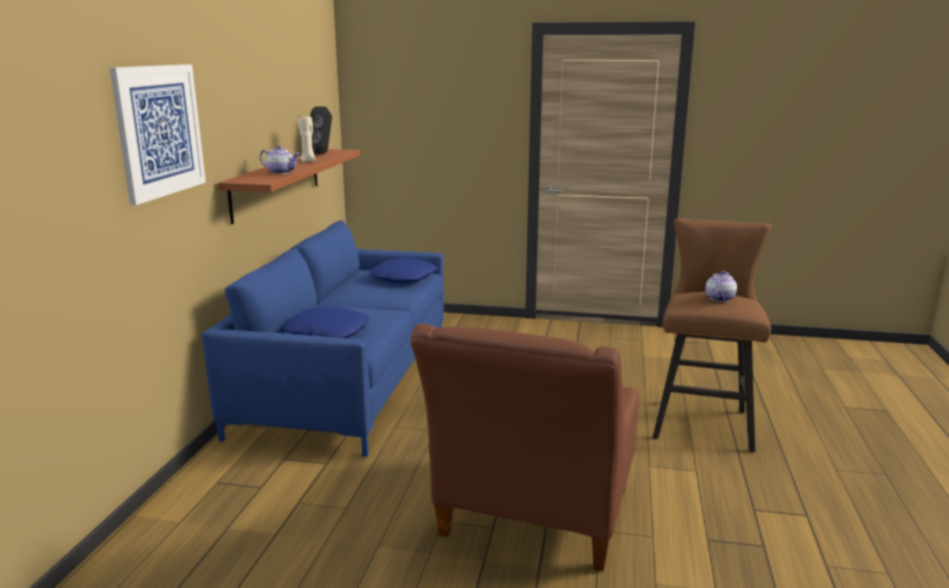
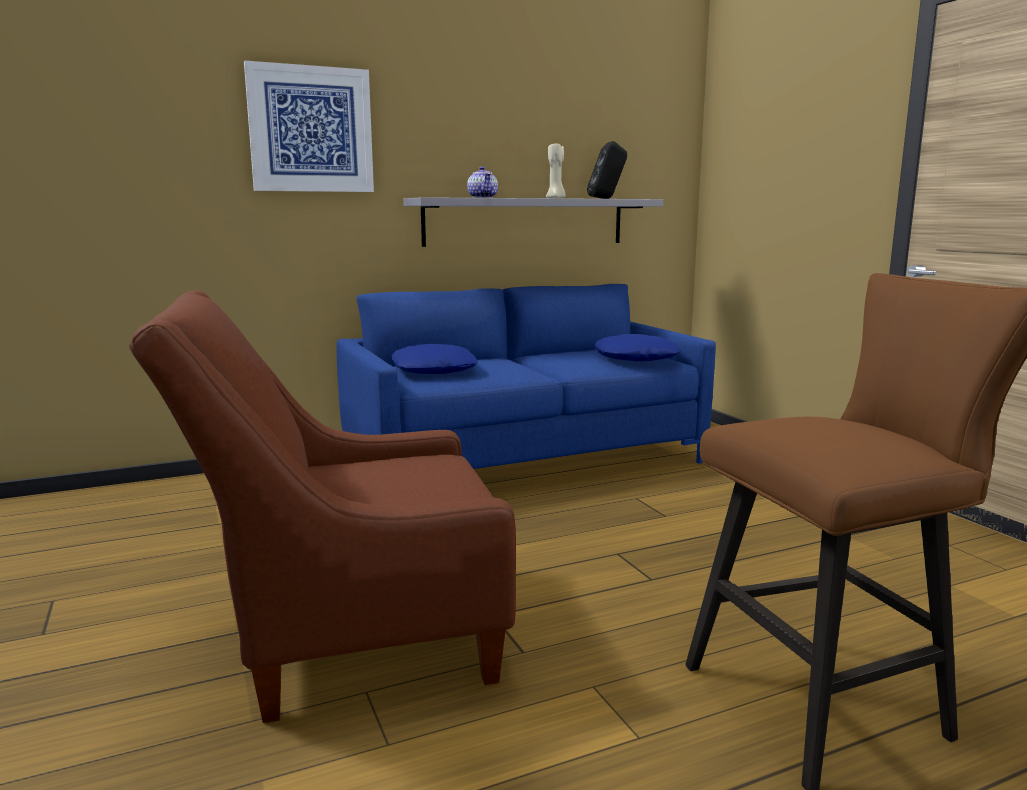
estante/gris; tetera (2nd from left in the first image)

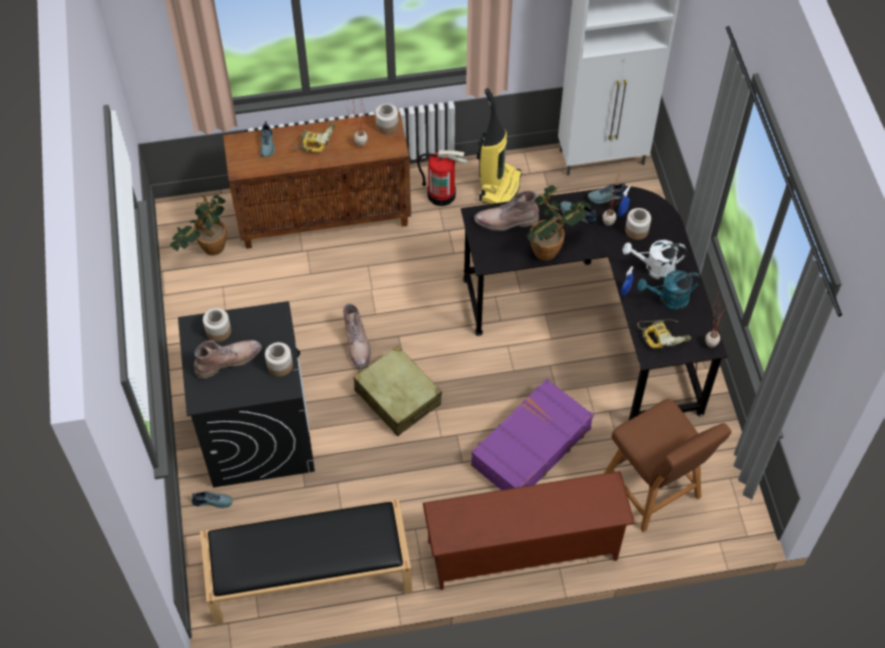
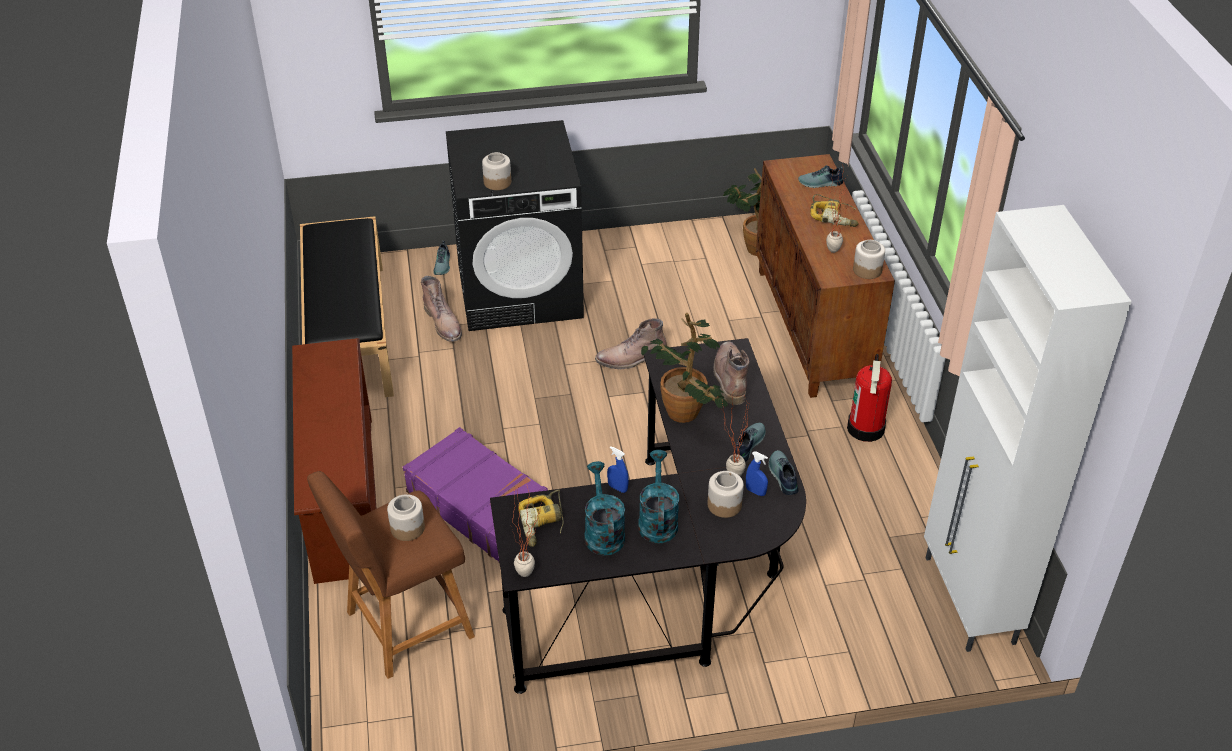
tarro (1st from left); bota/marrón (1st from left); regadera/turquesa (2nd from left); maleta/beis; aspiradora

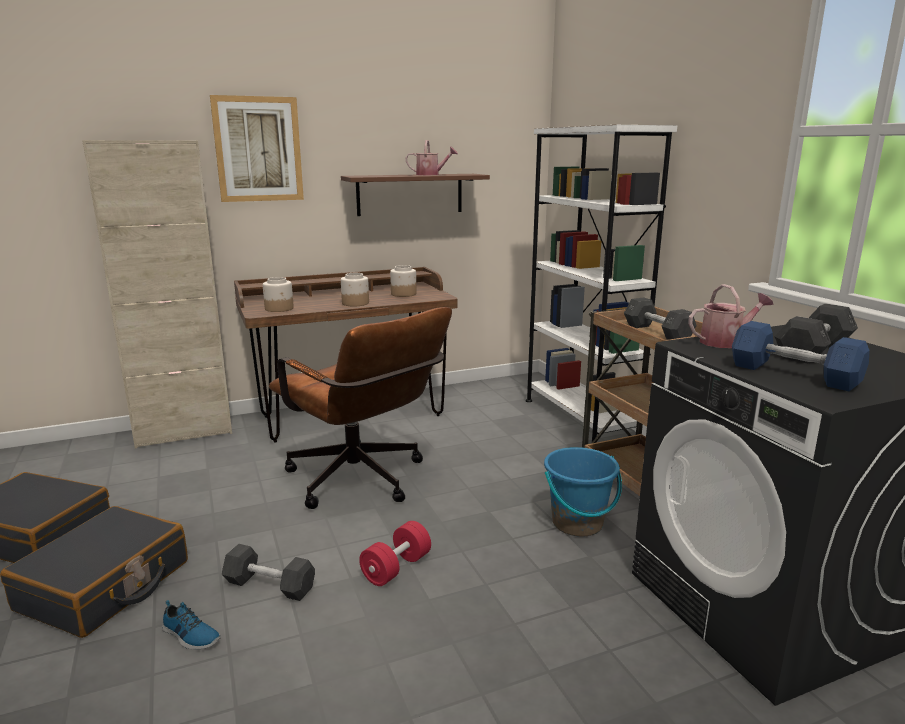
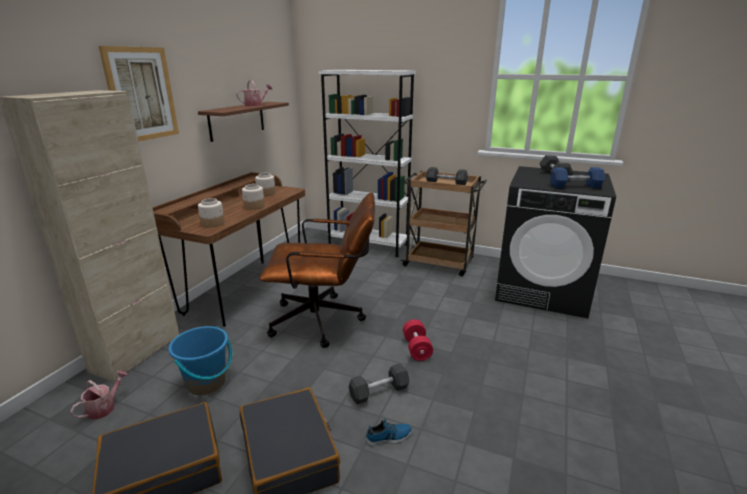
regadera (1st from left); cubo/azul

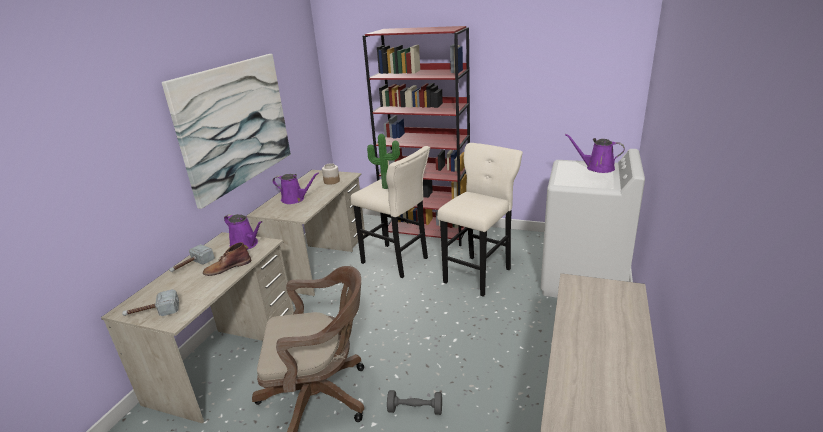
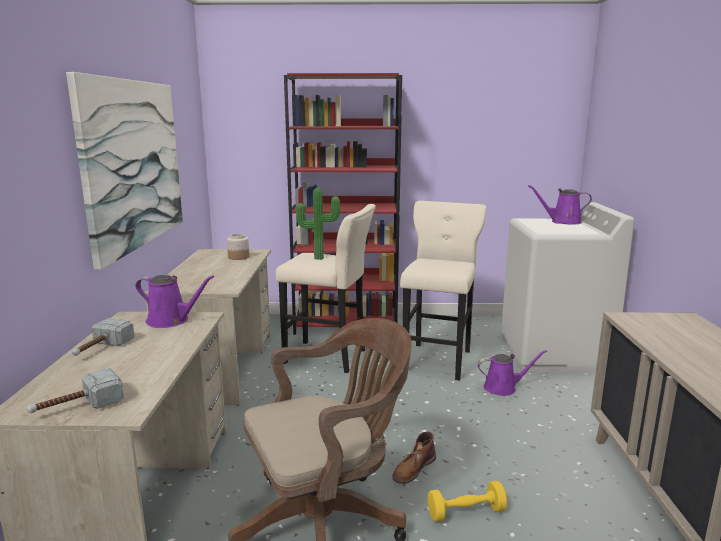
bota/marrón; mancuerna/amarillo; regadera/morado (2nd from left)

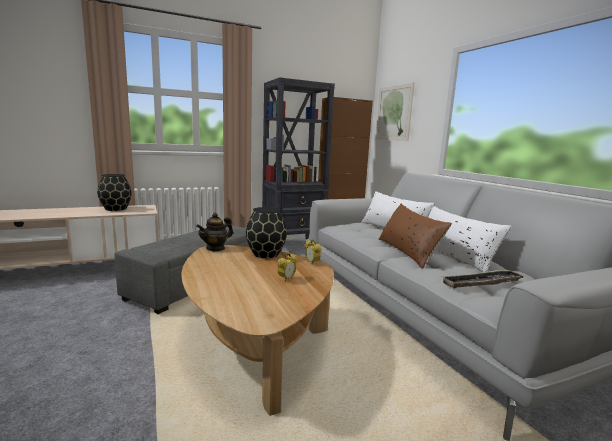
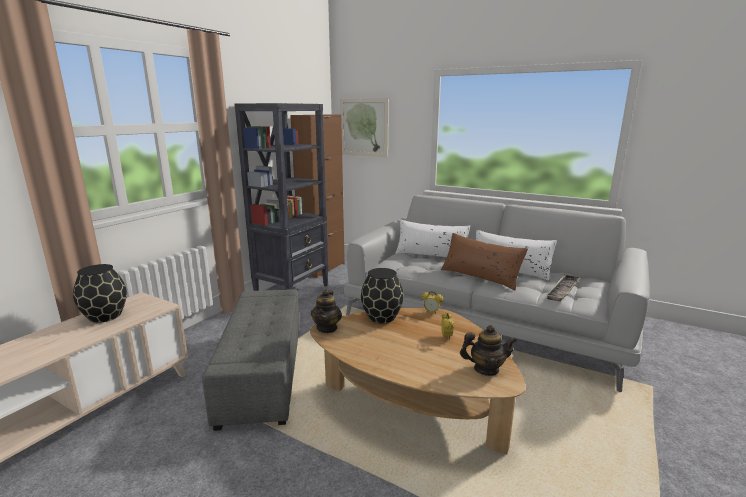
tetera (2nd from left)

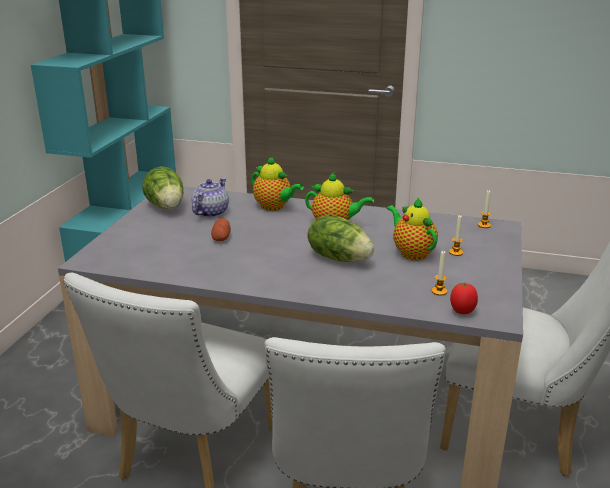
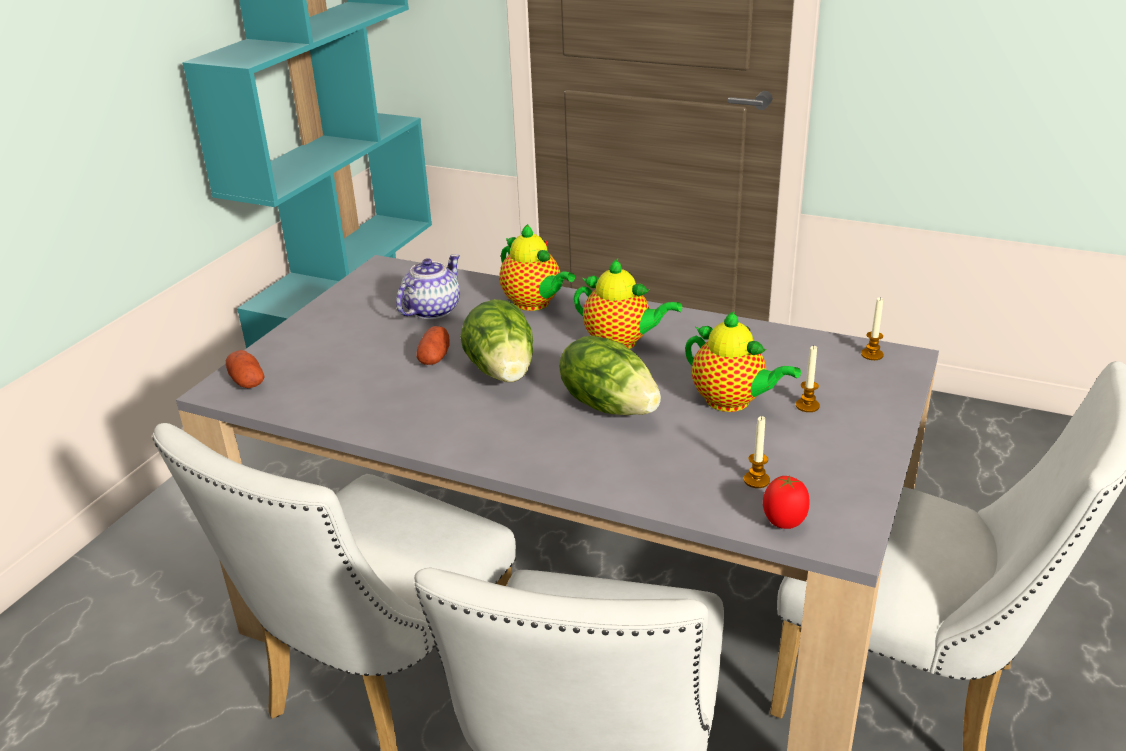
patata (1st from left); lechuga (1st from left); tetera (4th from left)

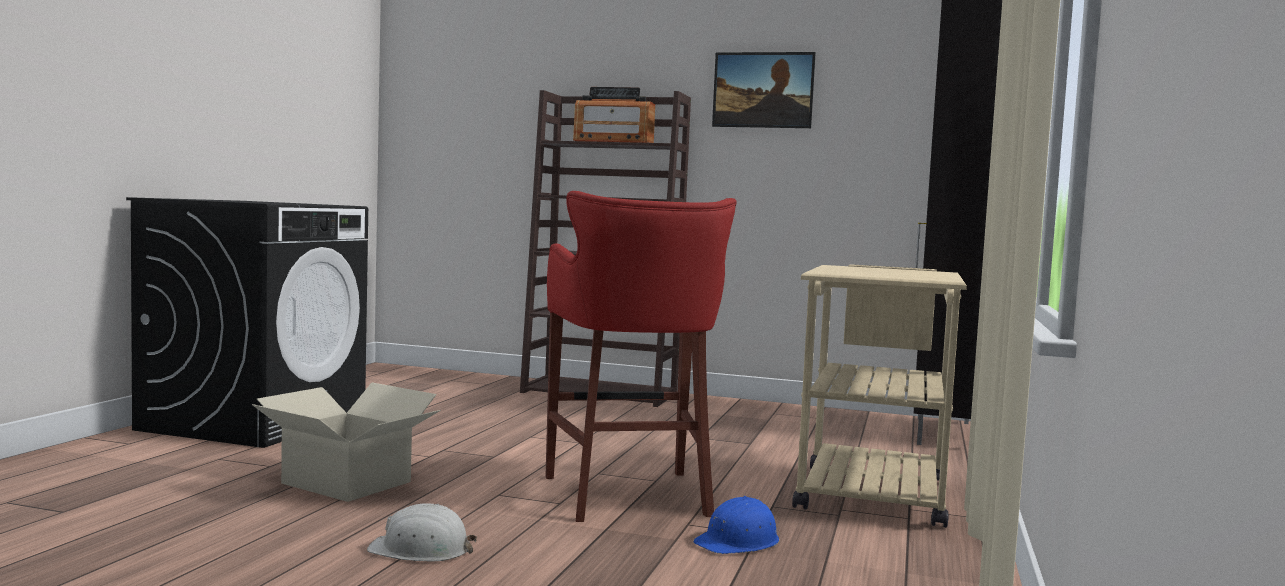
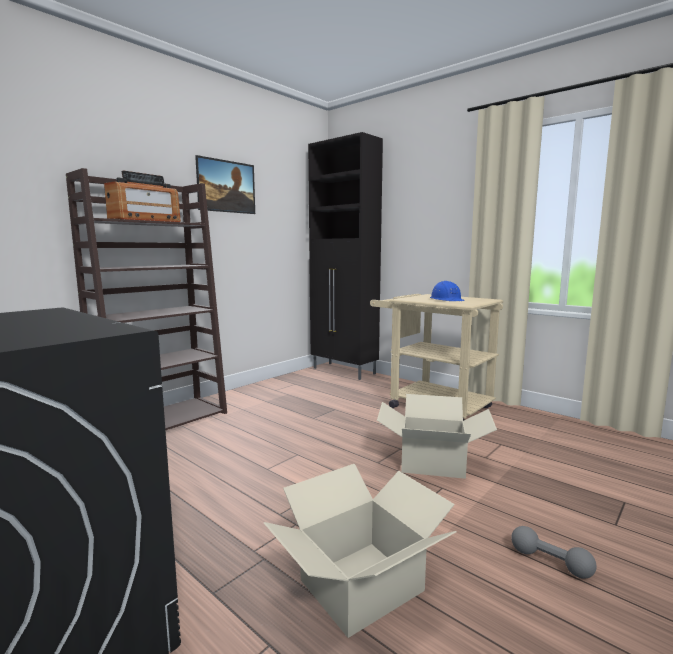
caja de cartón (2nd from left); casco/azul; mancuerna/gris

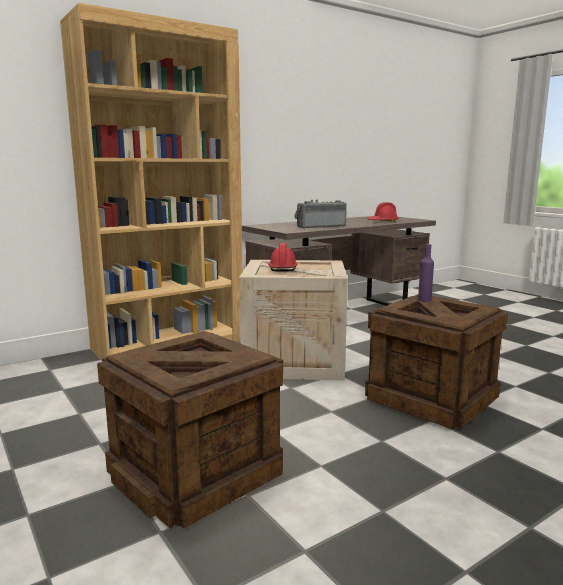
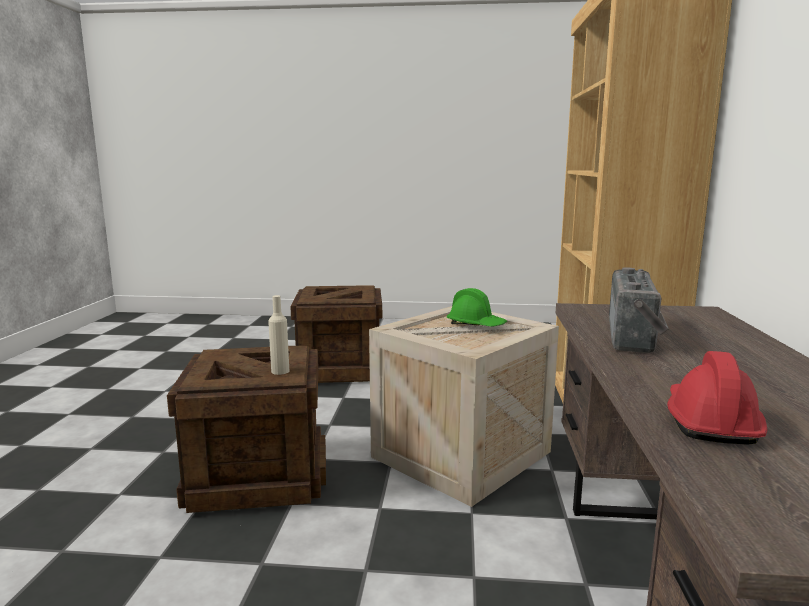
botella/beis; casco/verde

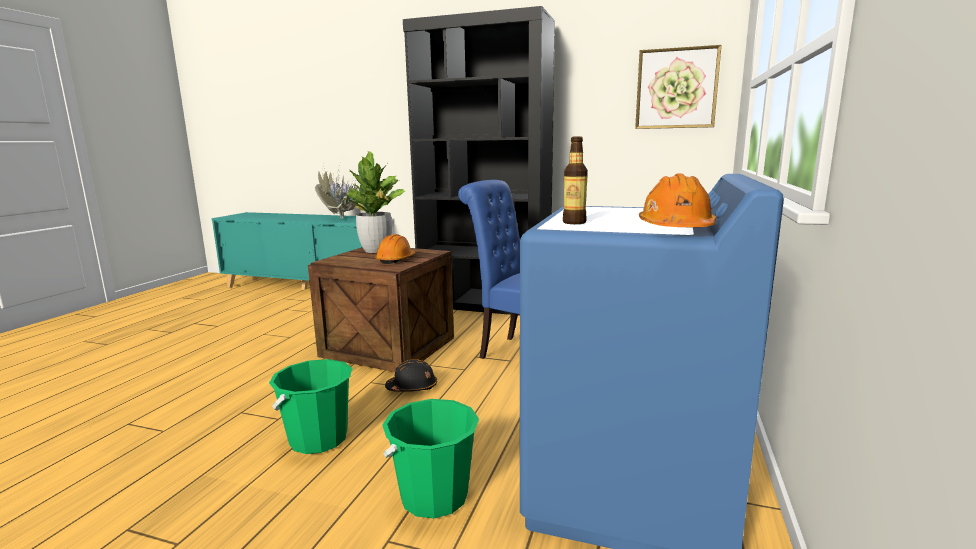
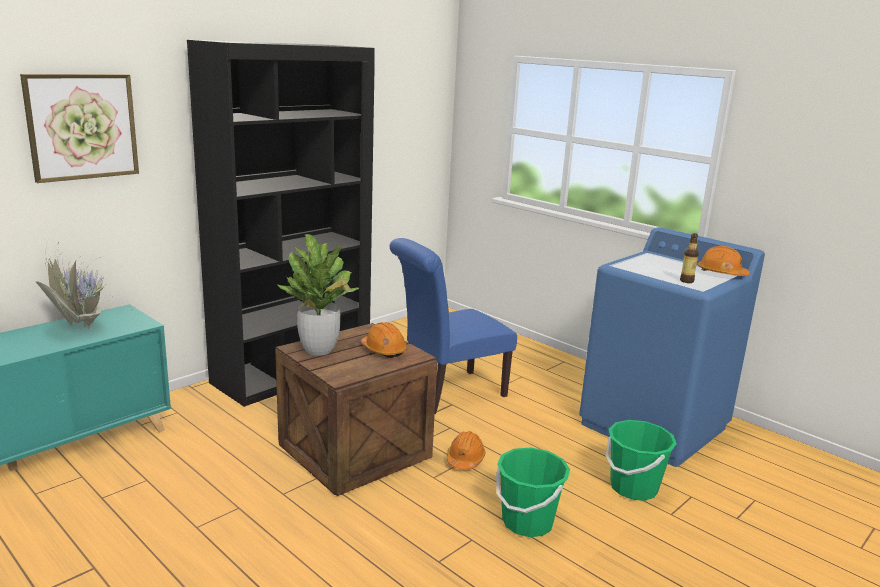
cuadro; casco/naranja (2nd from left)

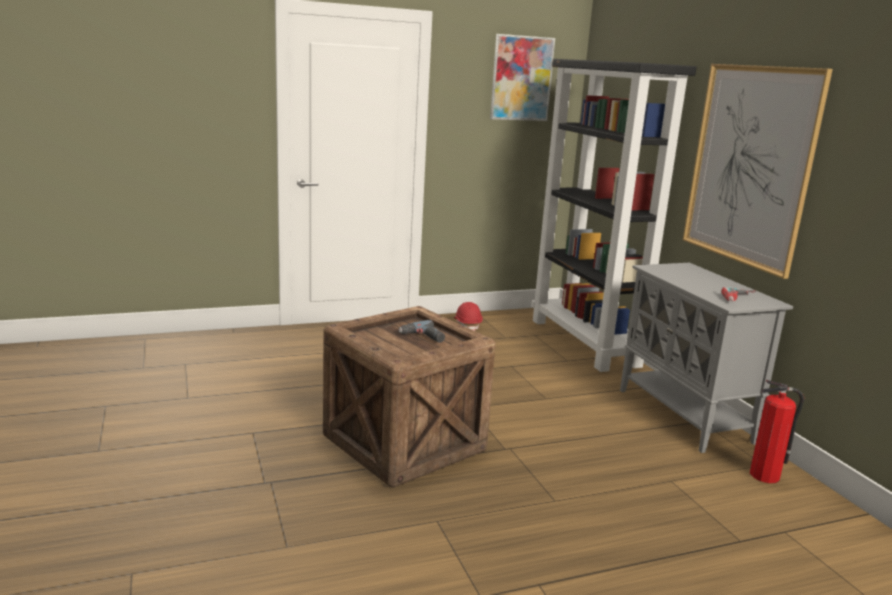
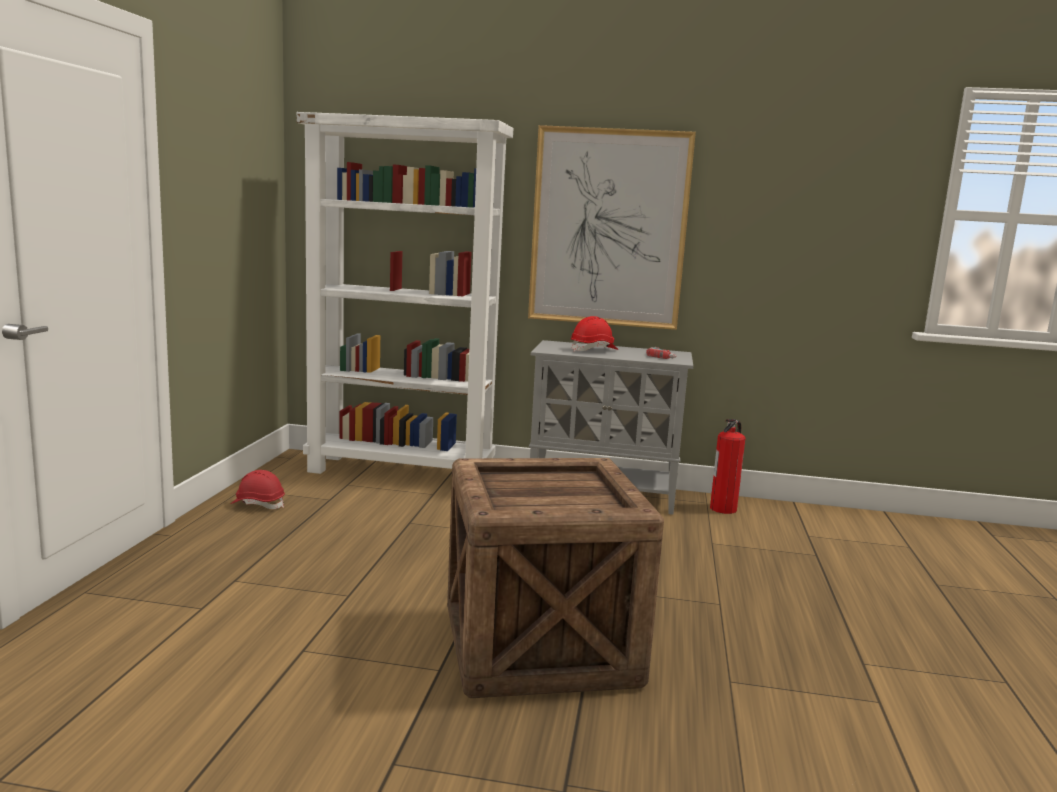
estantería/blanco; casco/rojo (2nd from left); taladro (1st from left in the first image); cuadro (1st from left in the first image)

